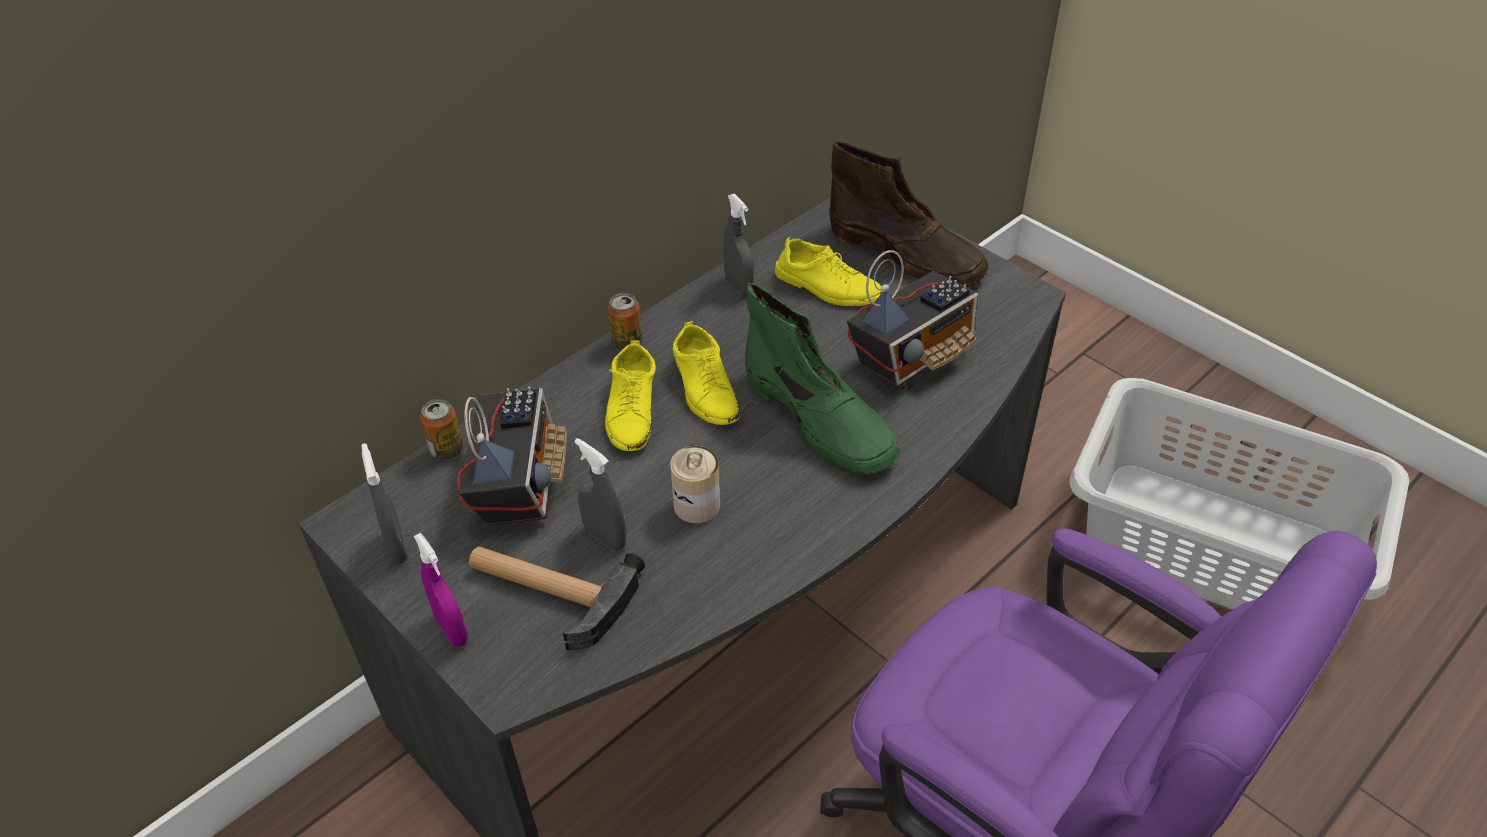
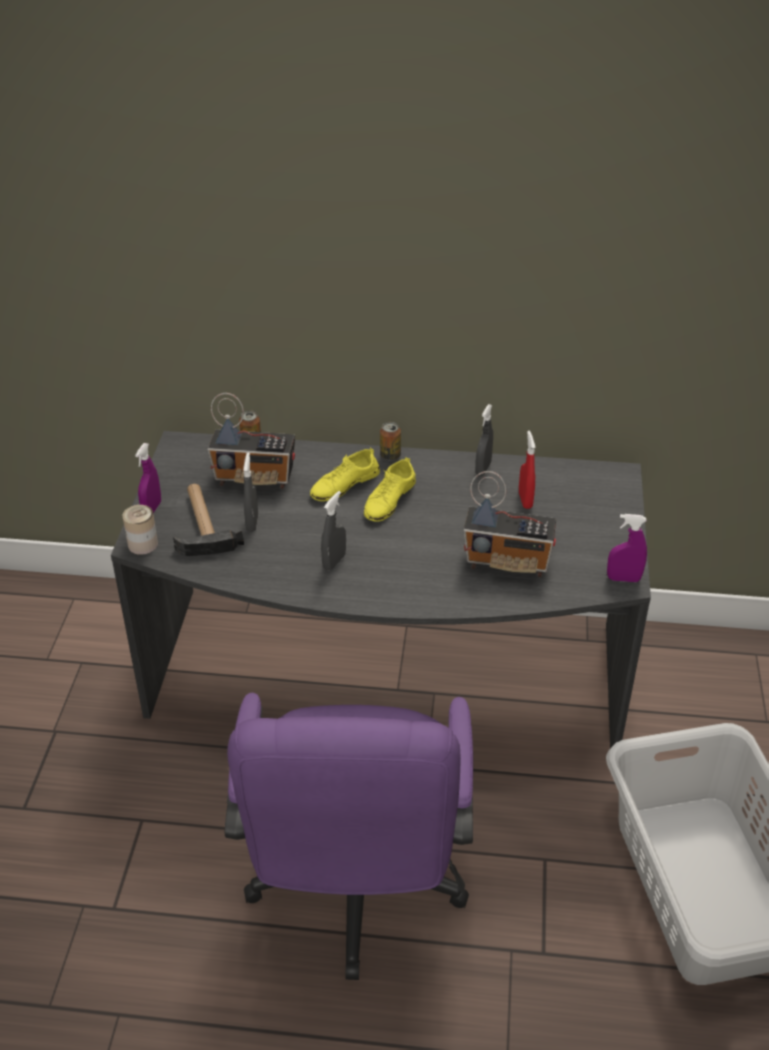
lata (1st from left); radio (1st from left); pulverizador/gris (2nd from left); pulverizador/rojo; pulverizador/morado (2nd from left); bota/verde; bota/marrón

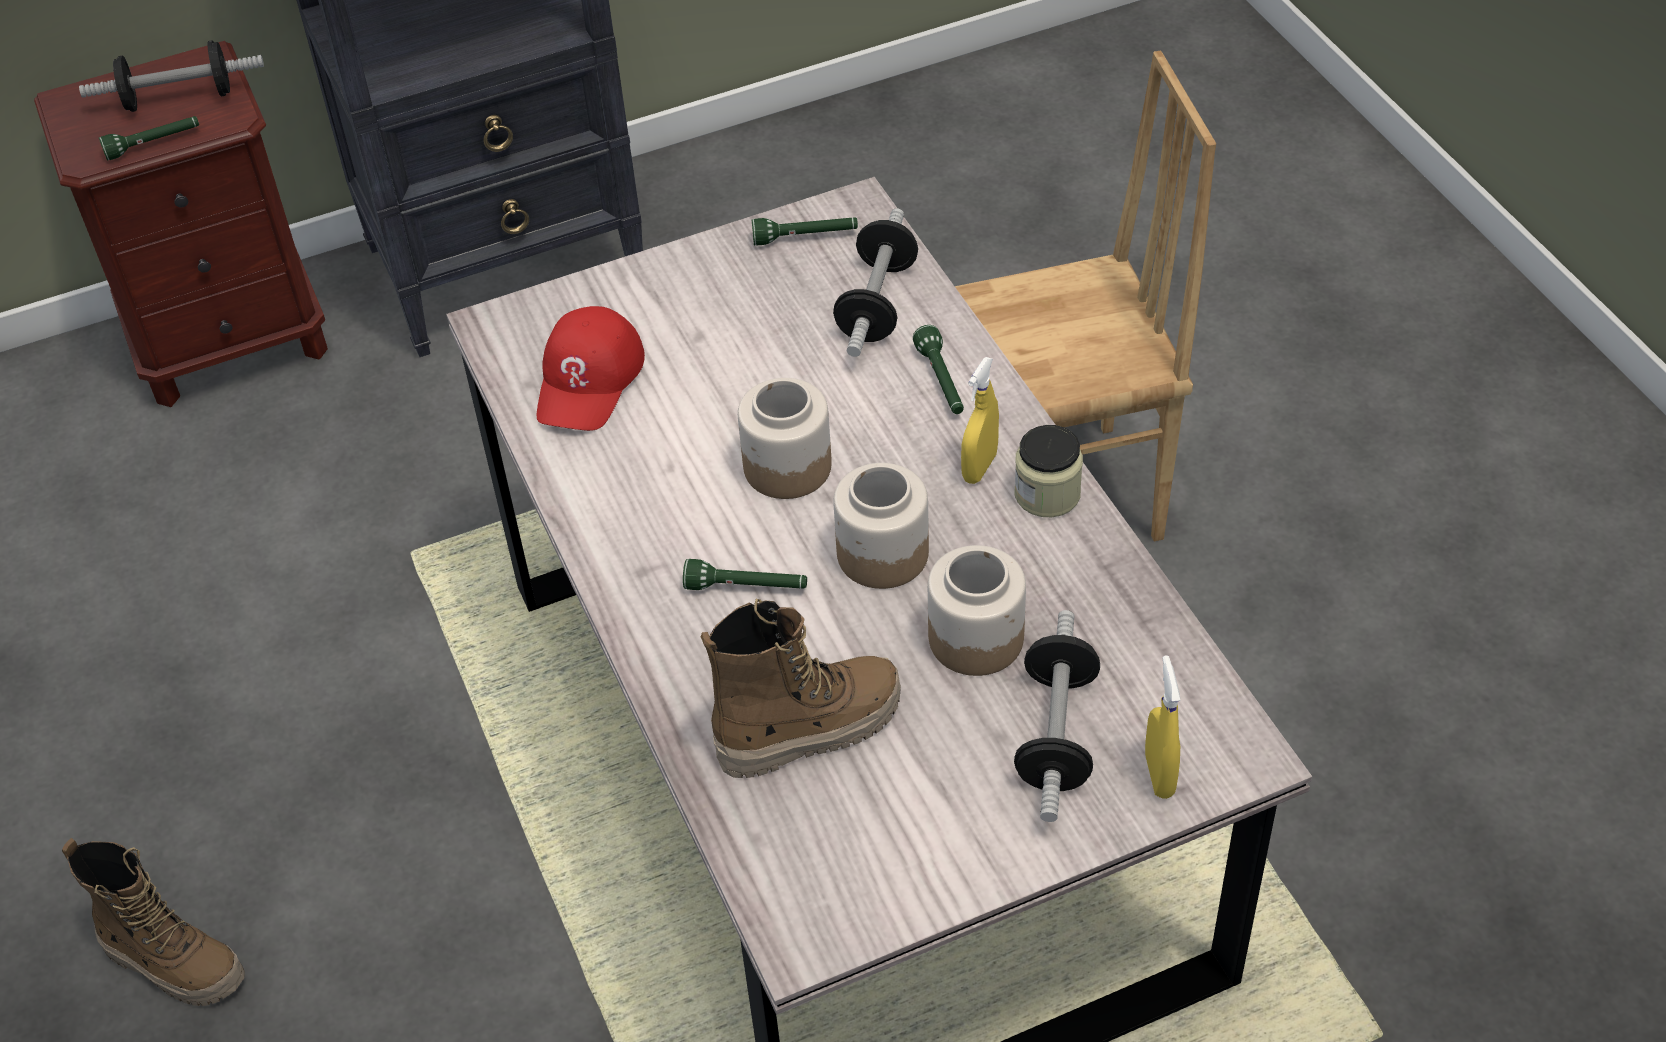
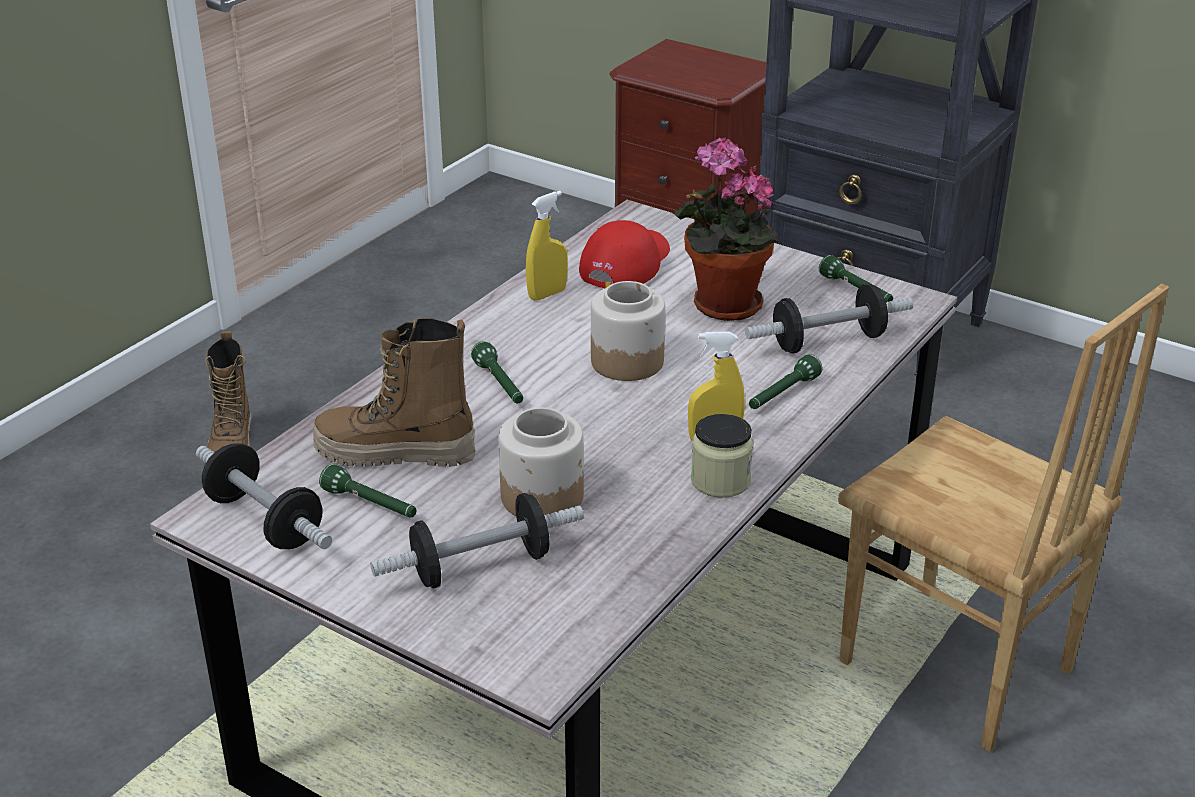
mancuerna (1st from left); bota (2nd from left); linterna/verde (1st from left); pulverizador/amarillo (1st from left); gorra/rojo; planta en maceta; tarro (2nd from left in the first image)

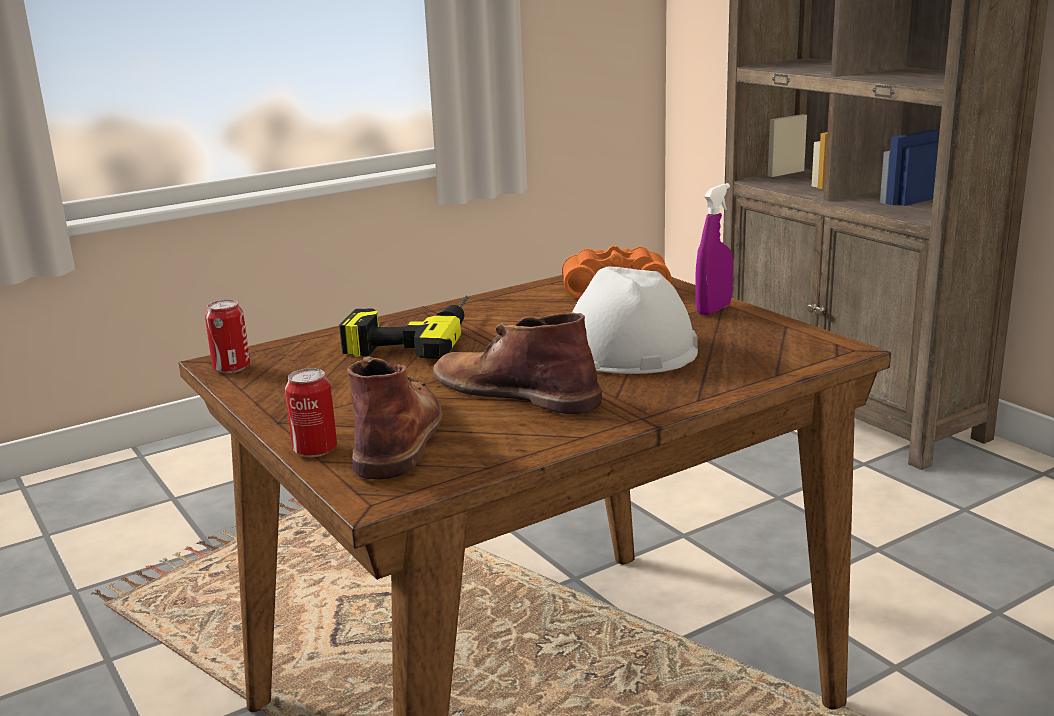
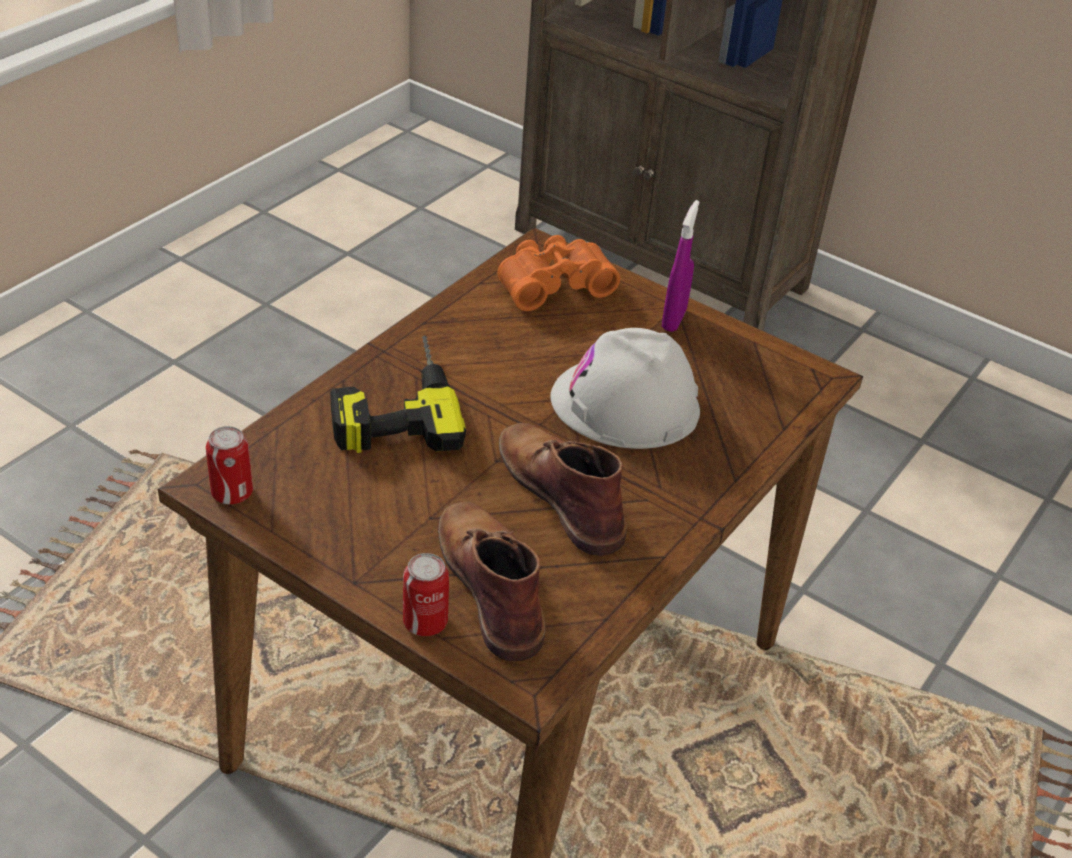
bota/marrón (2nd from left)

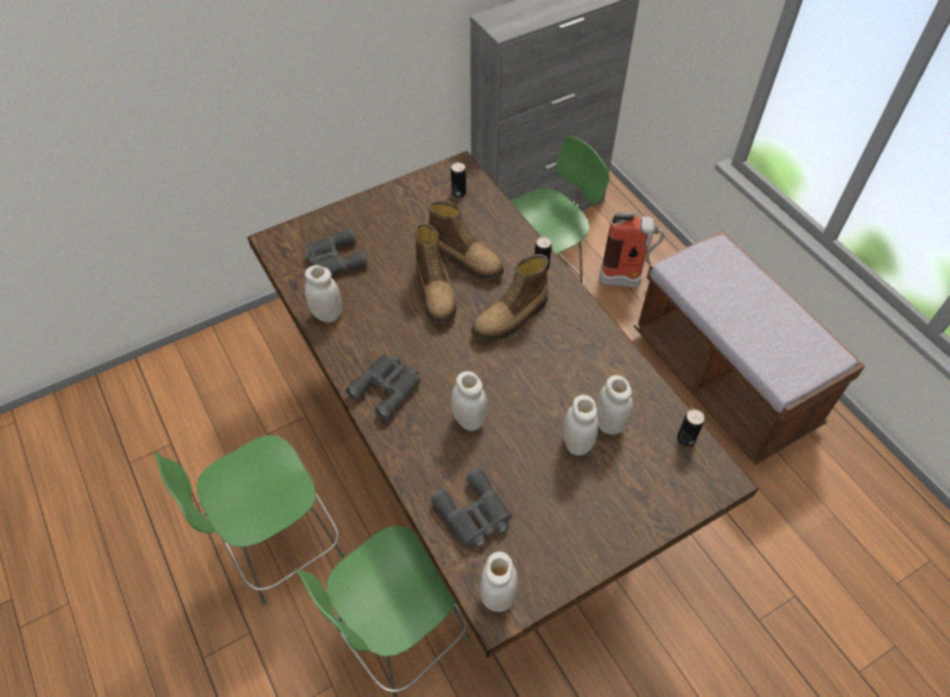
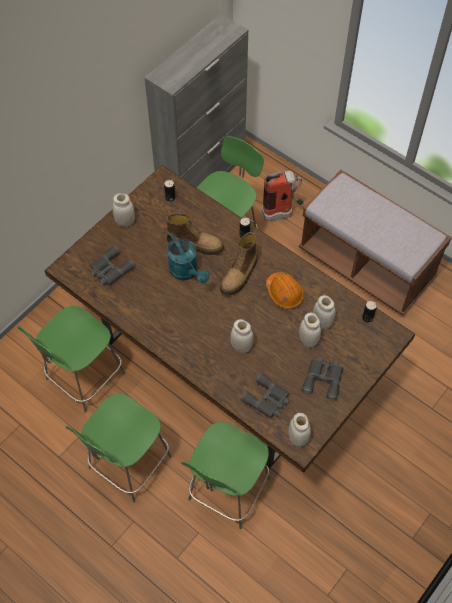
silla/verde (1st from left); tarro/blanco (1st from left); regadera/turquesa; casco/naranja; prismáticos/gris (3rd from left)

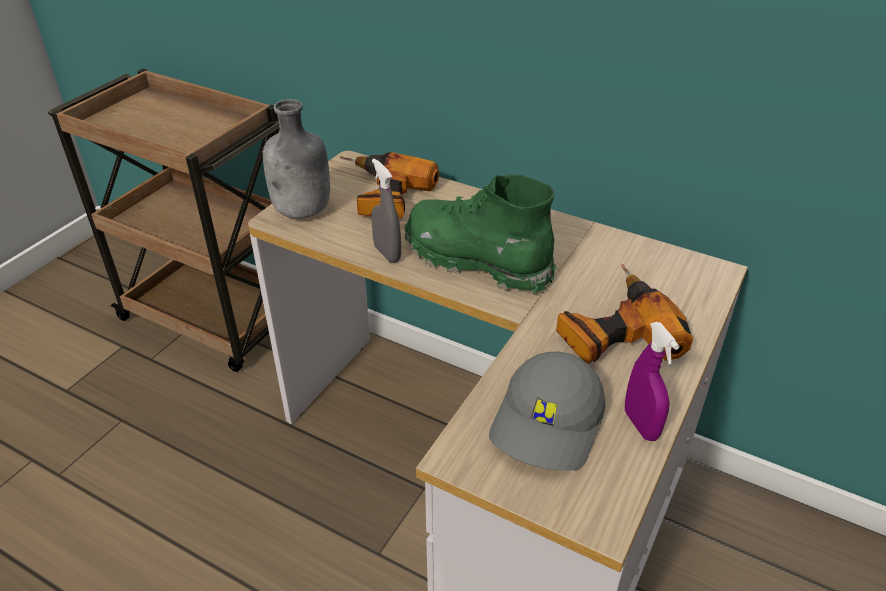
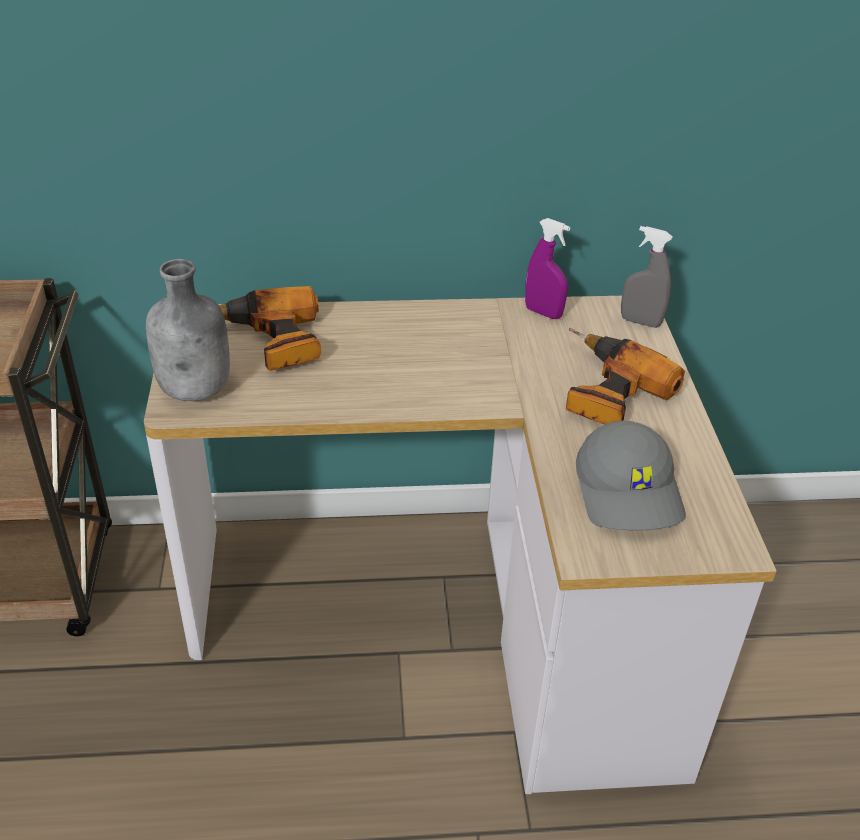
pulverizador/morado; pulverizador/gris; bota/verde

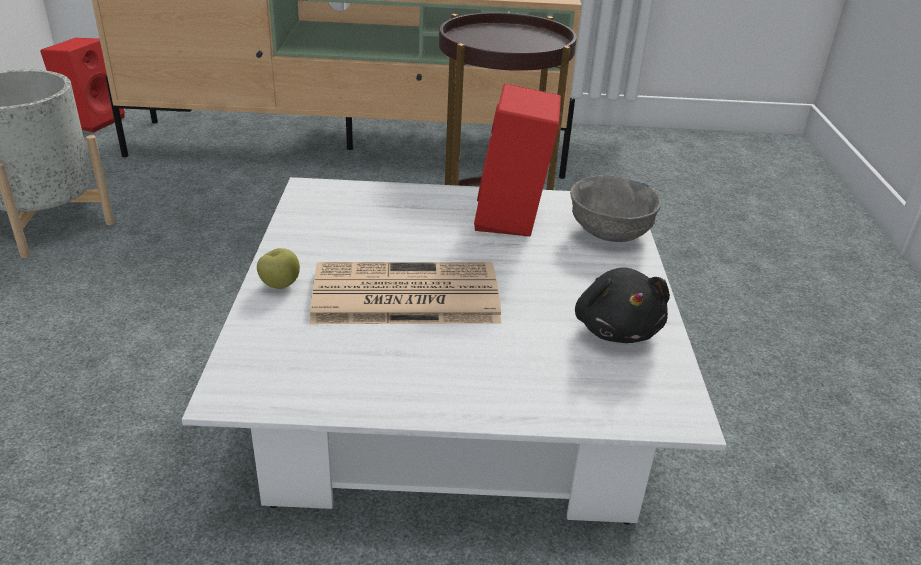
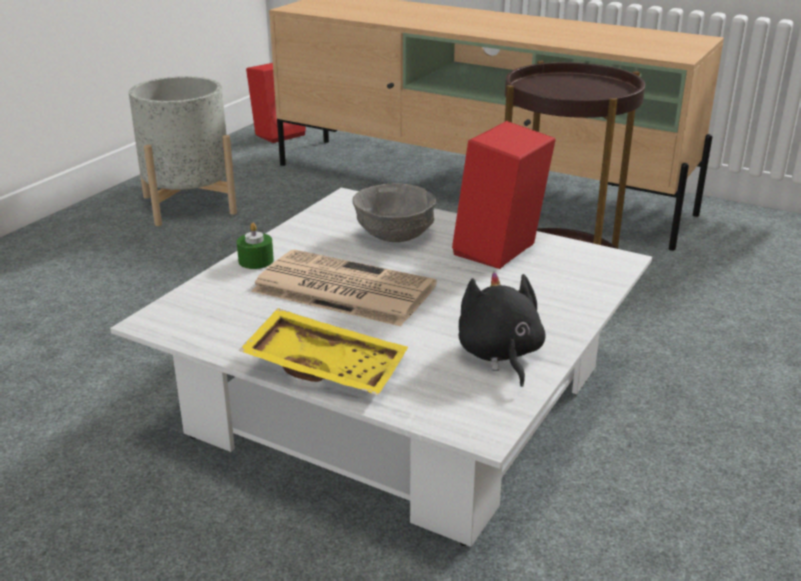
vela/verde; bandeja/amarillo; cuenco/gris; peluche/negro

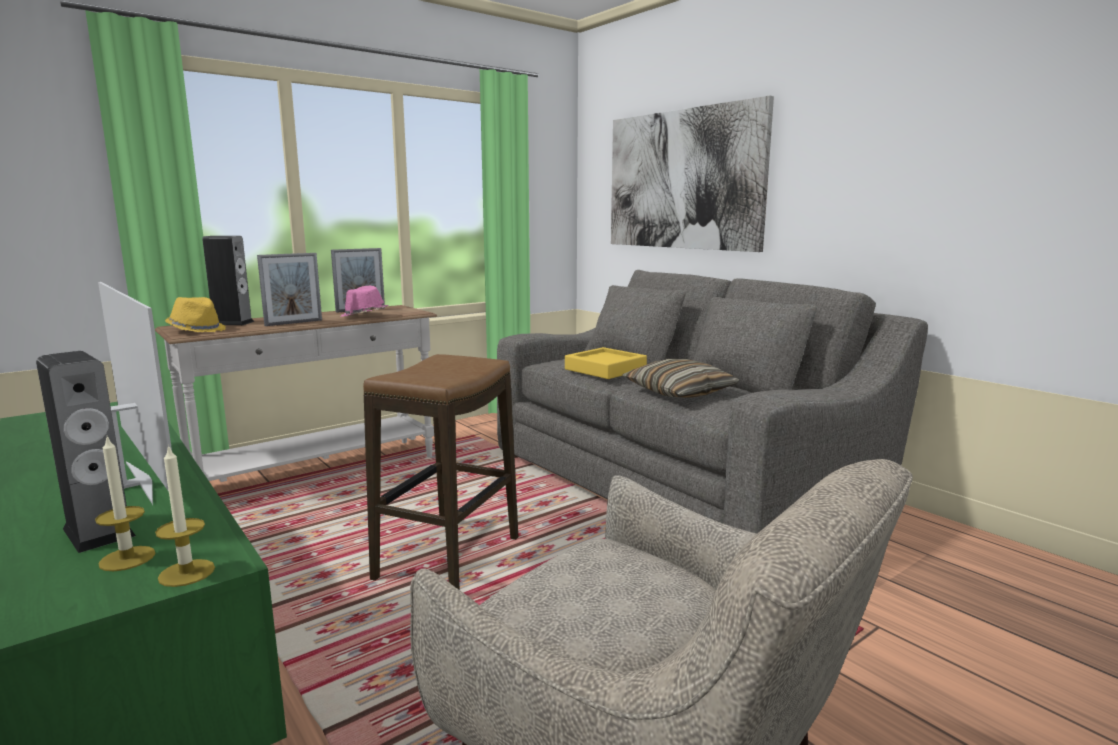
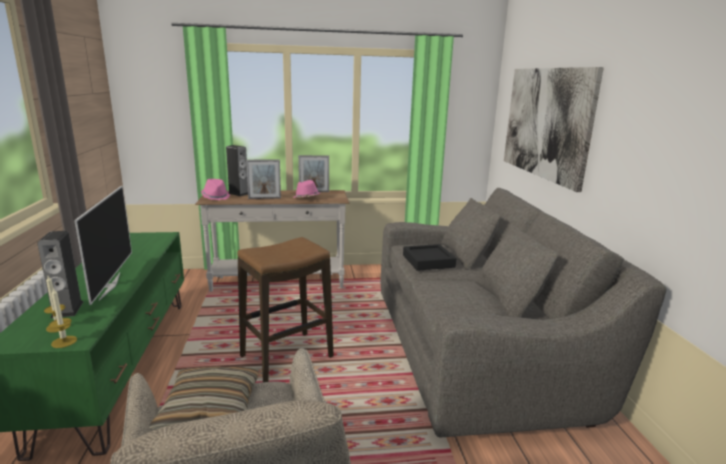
cojín; sombrero/rosa (1st from left); bandeja/negro

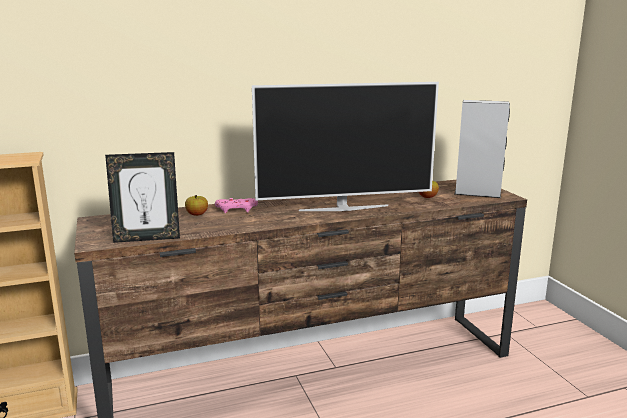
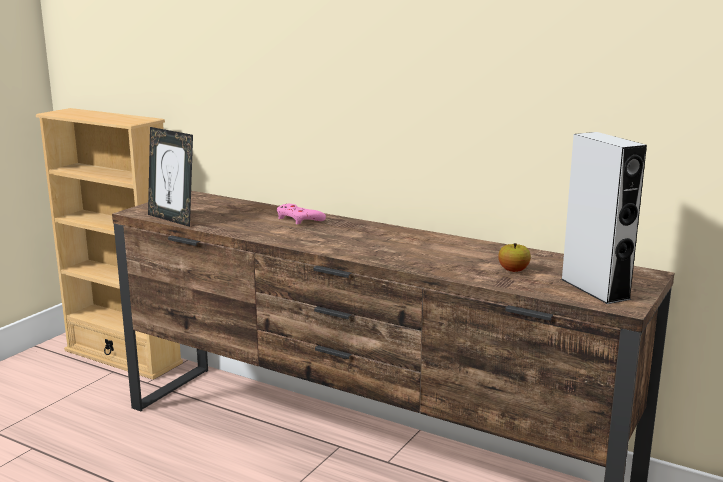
manzana (1st from left in the first image); televisor

